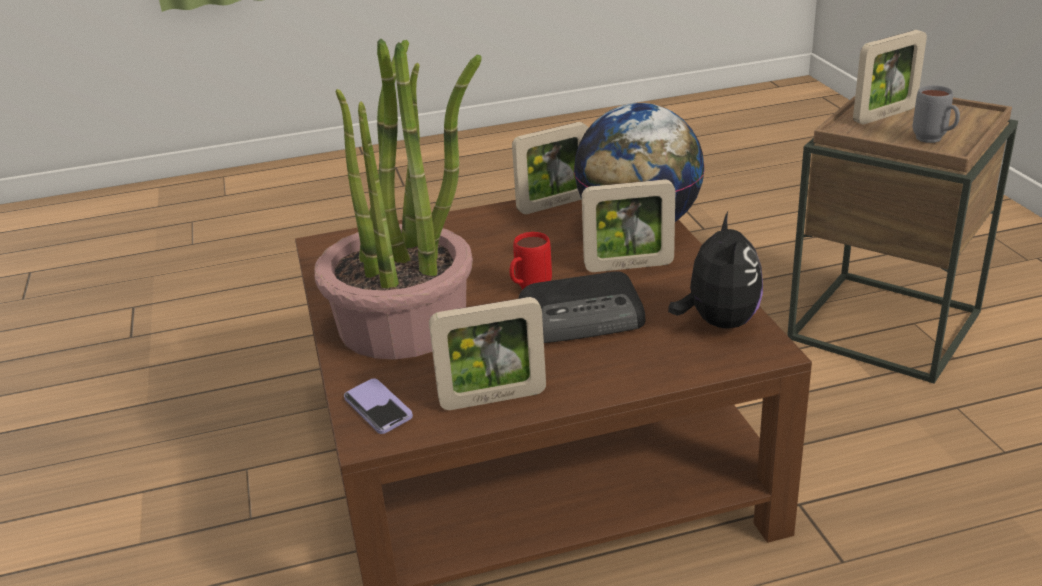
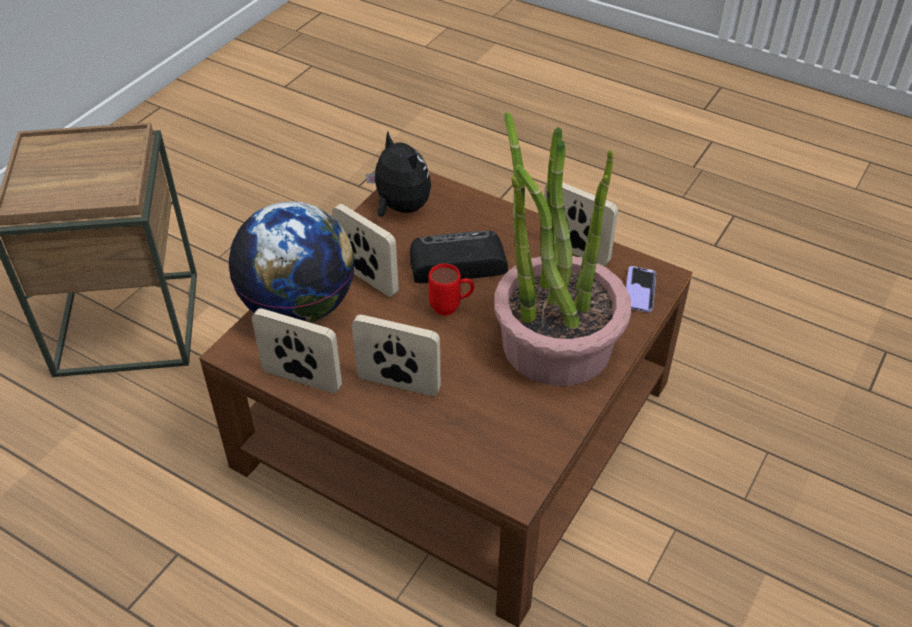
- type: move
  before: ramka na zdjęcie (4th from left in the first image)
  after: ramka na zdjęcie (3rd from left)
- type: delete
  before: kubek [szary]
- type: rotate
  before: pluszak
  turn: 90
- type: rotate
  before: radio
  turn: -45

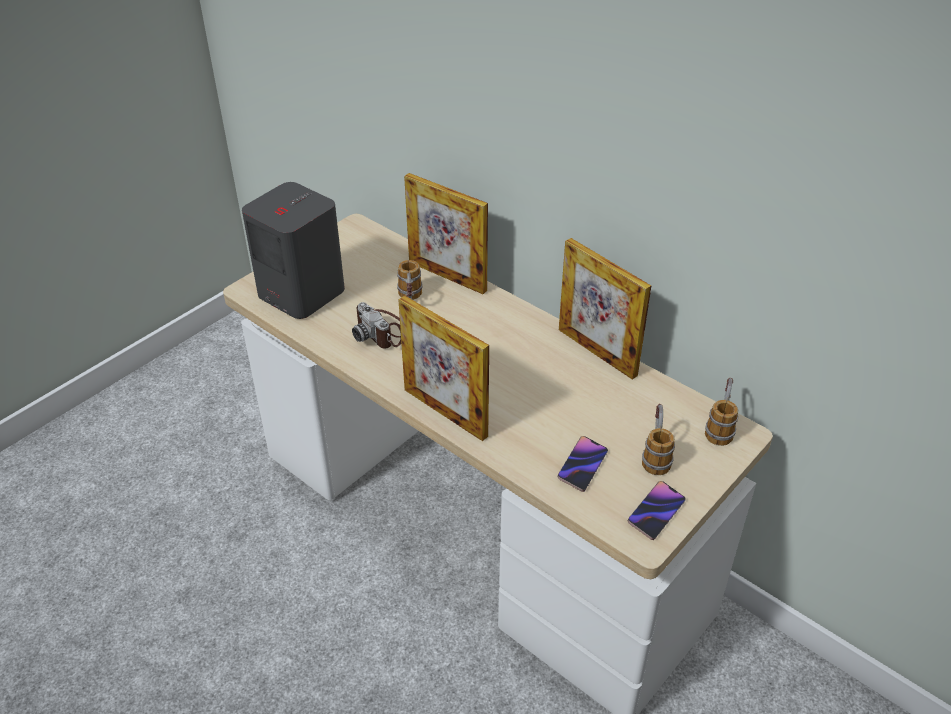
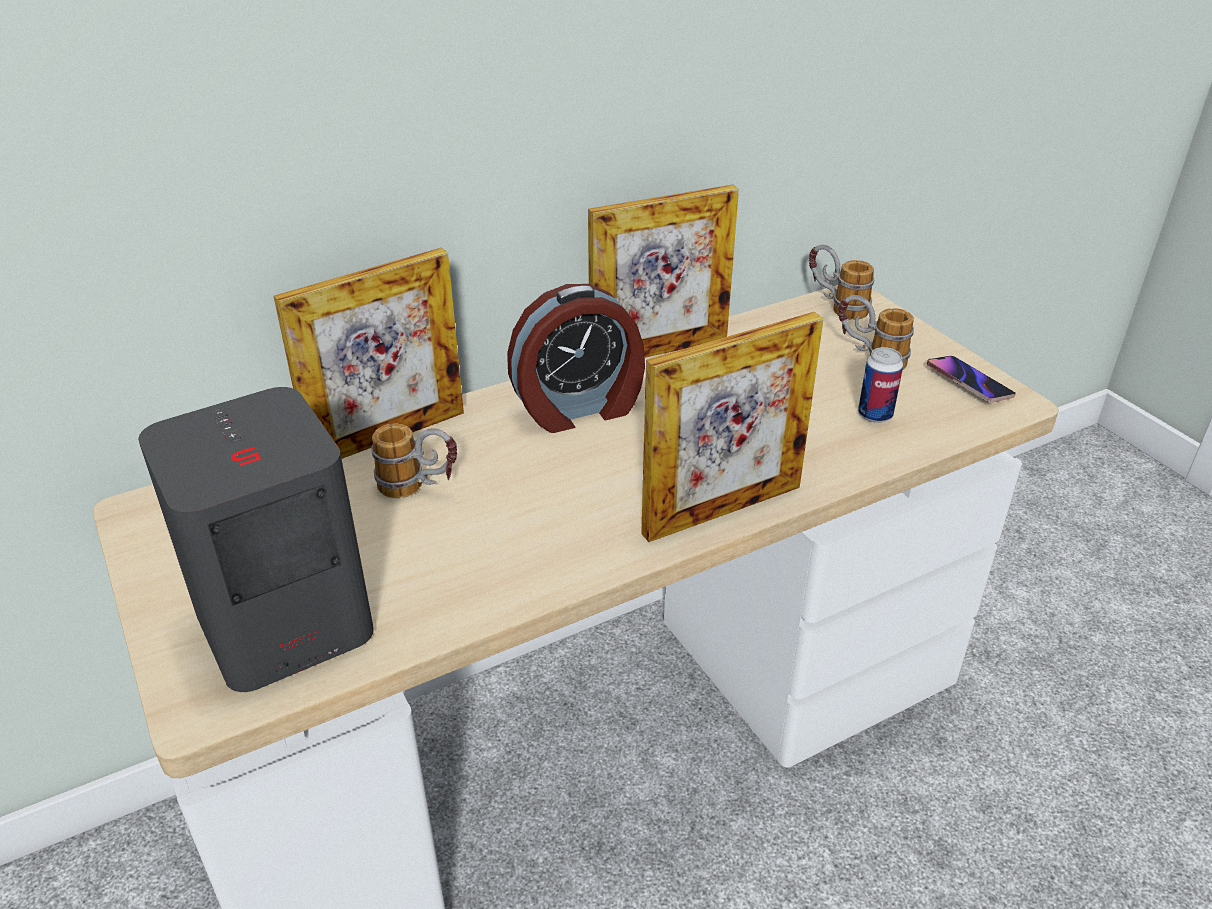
- type: delete
  before: aparat fotograficzny
- type: replace
  before: telefon (1st from left)
  after: puszka
- type: insert
  after: budzik

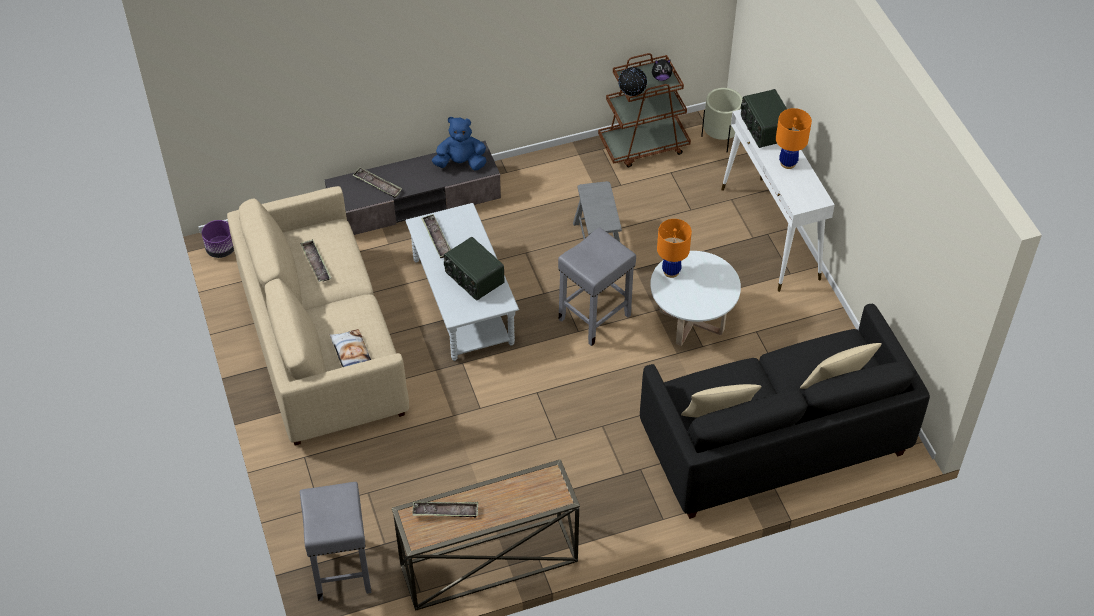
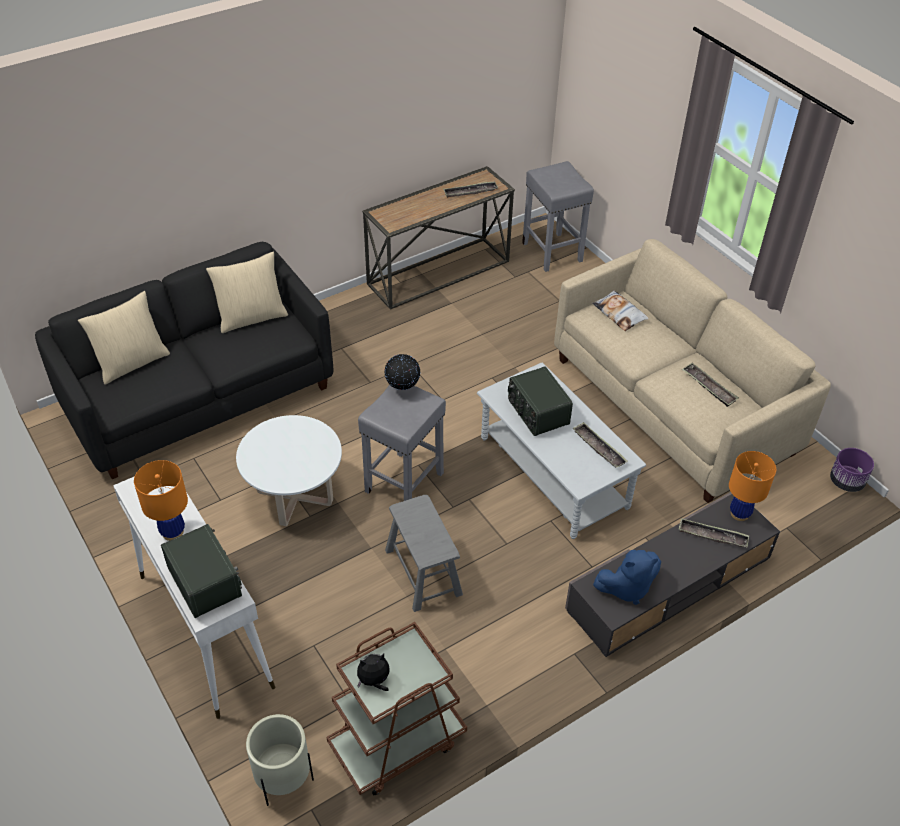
- type: move
  before: globus
- type: move
  before: lampa stołowa [pomarańczowy] (1st from left in the first image)
  after: lampa stołowa [pomarańczowy] (2nd from left)
- type: rotate
  before: radio (1st from left in the first image)
  turn: -150

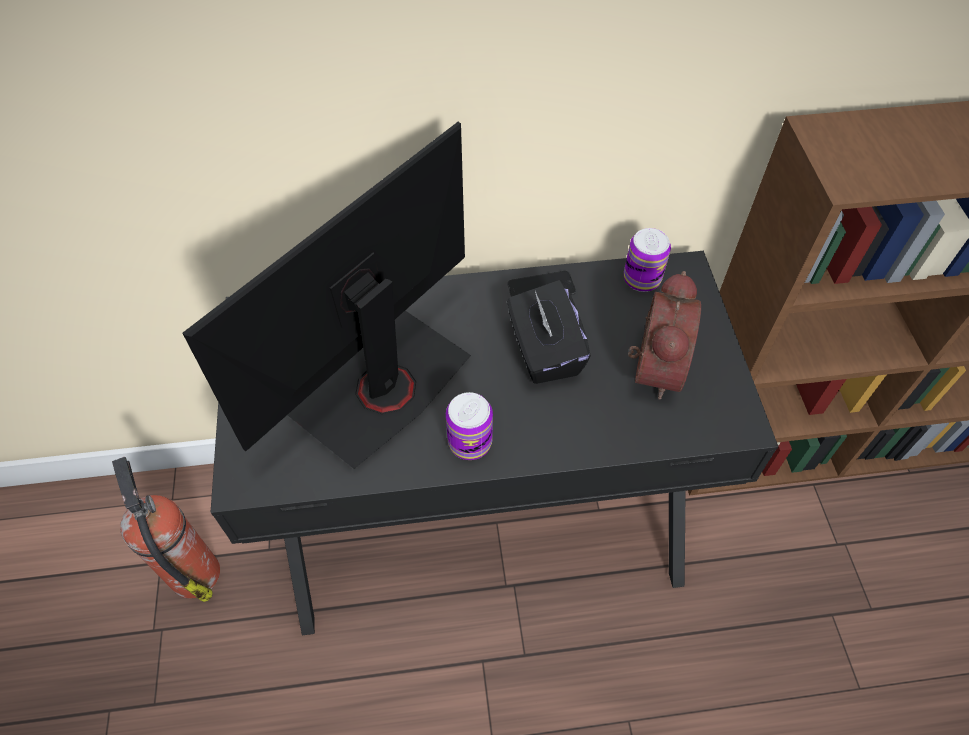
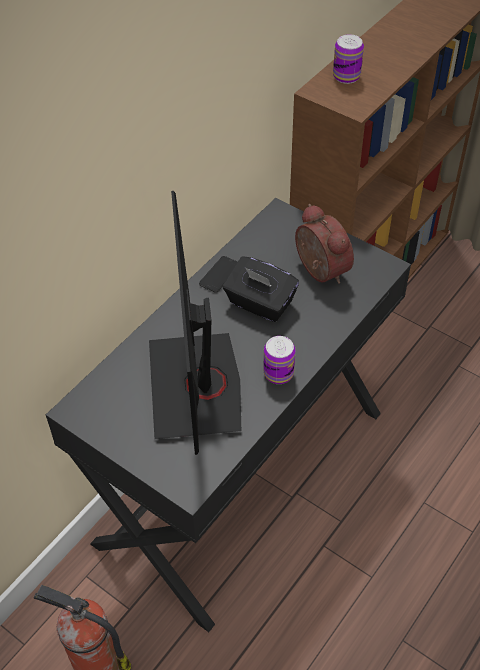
- type: move
  before: puszka (2nd from left)

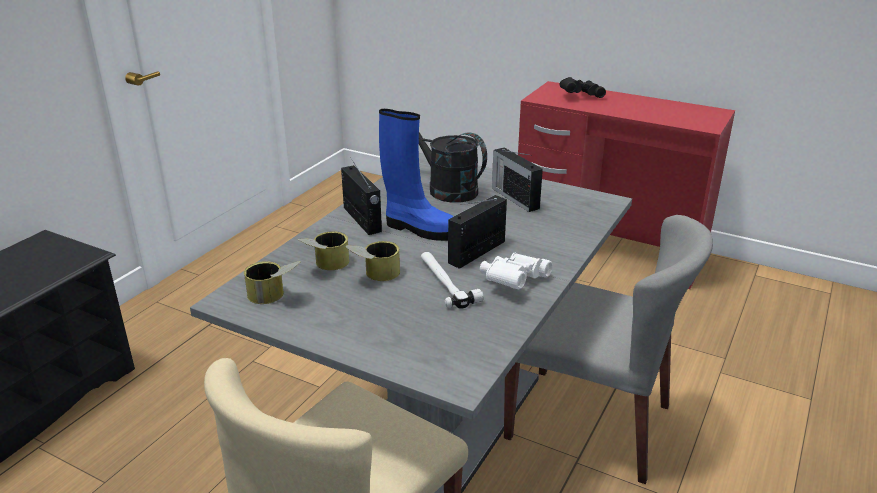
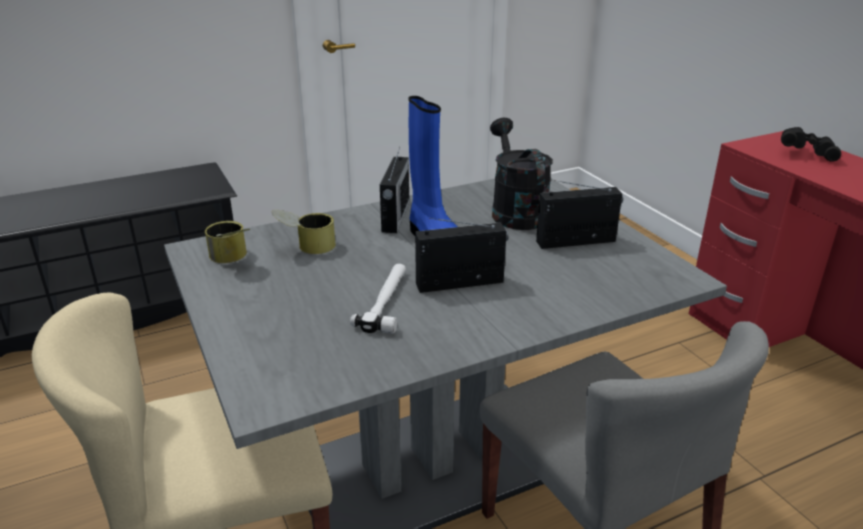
- type: rotate
  before: radio (3rd from left)
  turn: 75
- type: delete
  before: puszka (3rd from left)
- type: delete
  before: lornetka [biały]

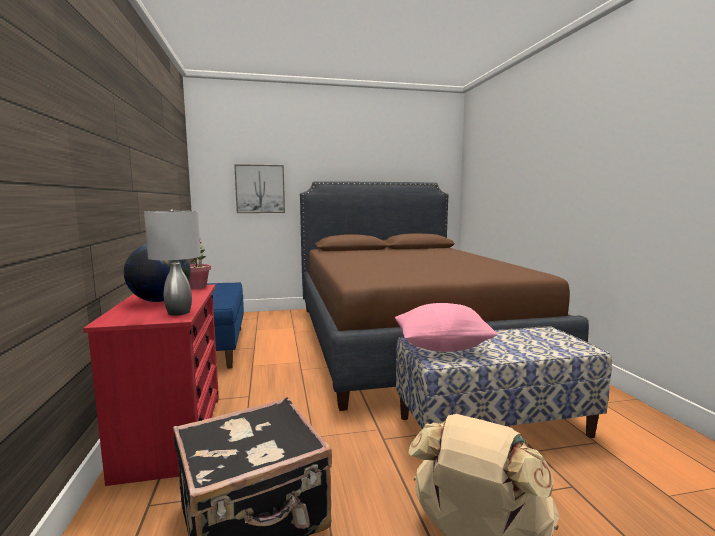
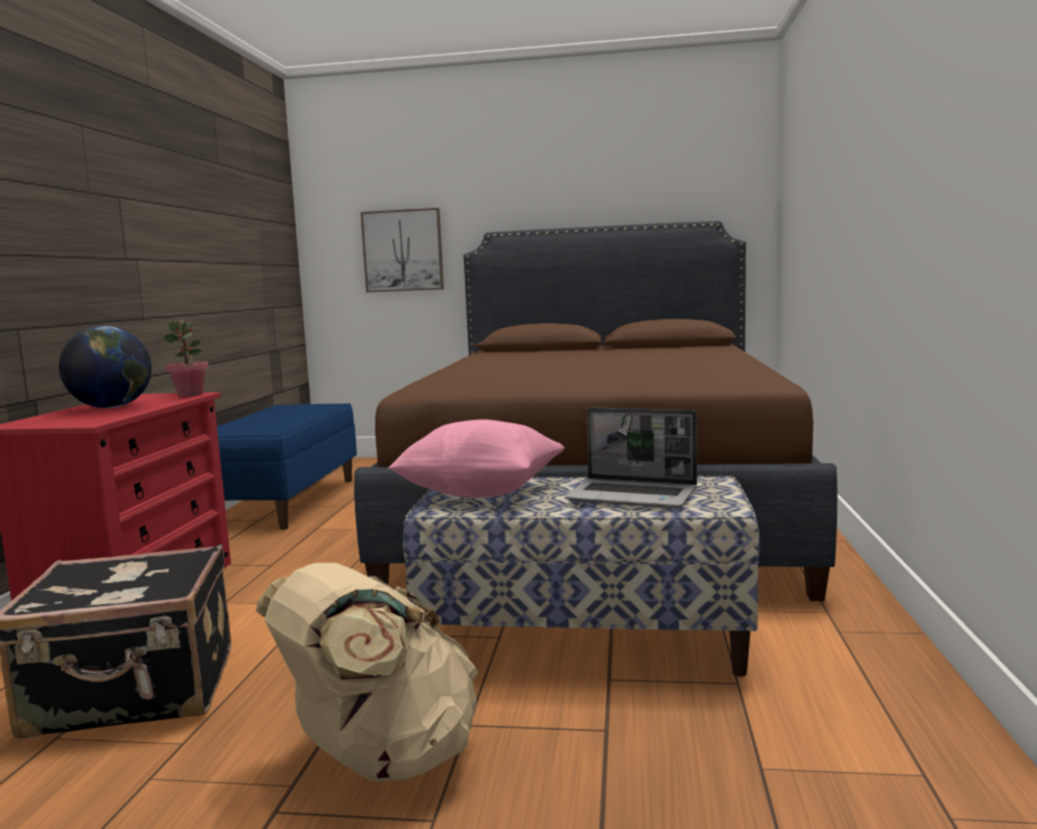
- type: delete
  before: lampa stołowa [szary]
- type: insert
  after: laptop

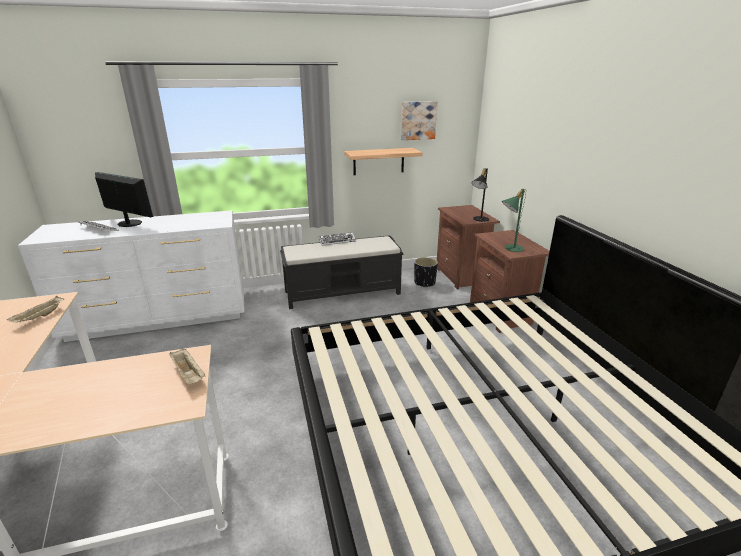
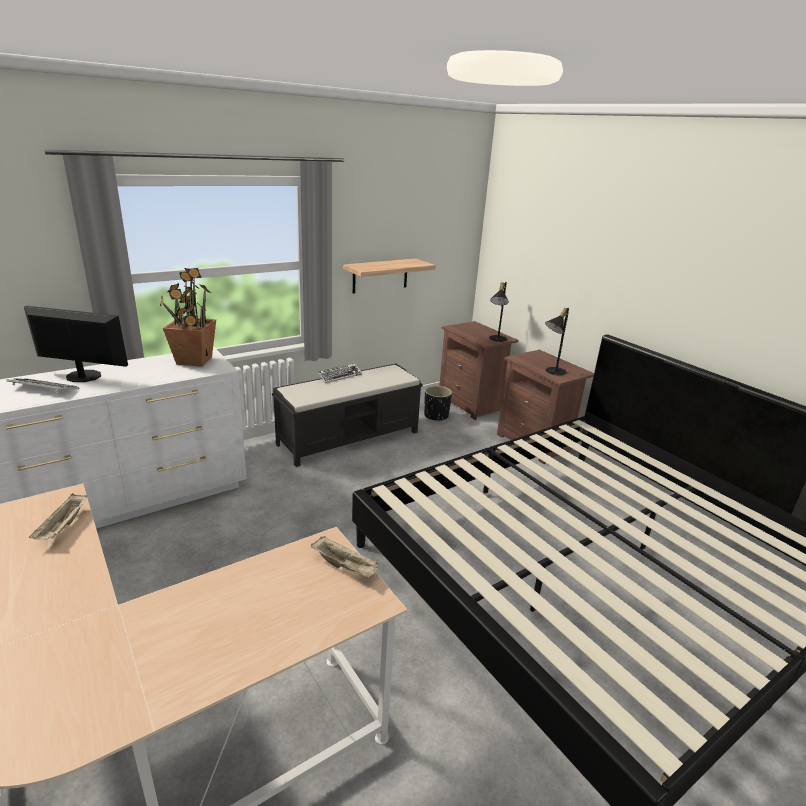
- type: delete
  before: obraz
- type: recolor
  before: lampa stołowa [zielony]
  after: lampa stołowa [czarny] (2nd from left)
- type: insert
  after: roślina doniczkowa

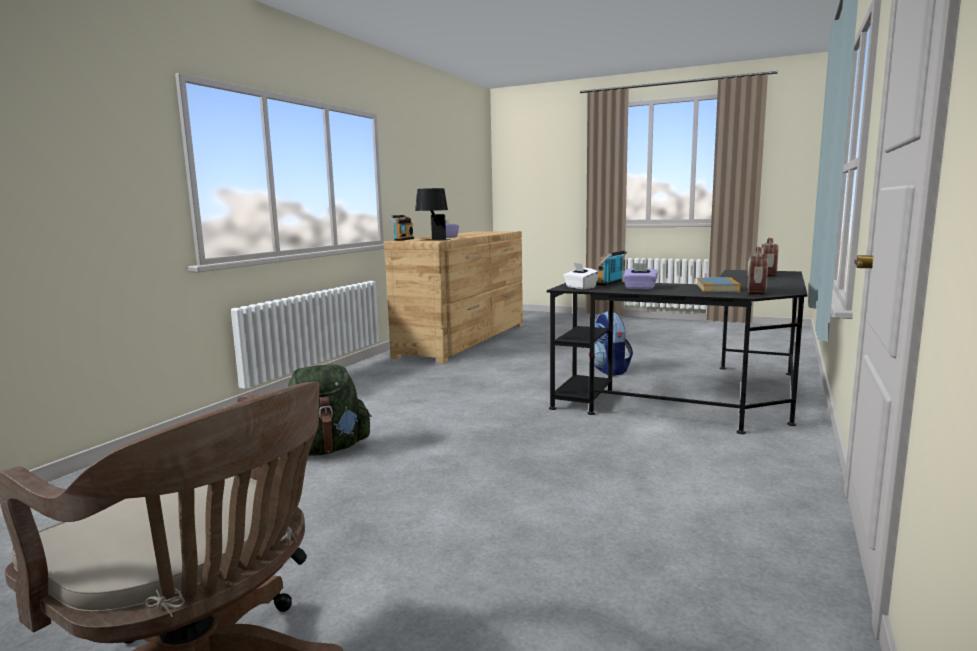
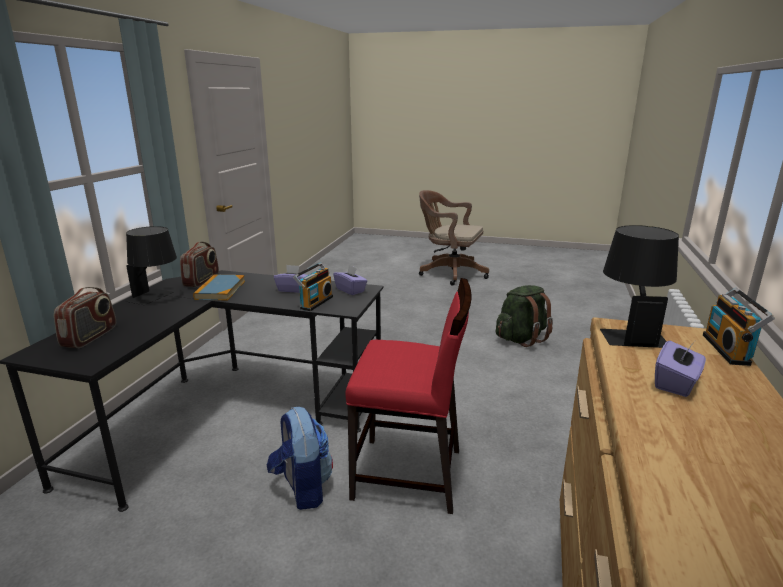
- type: recolor
  before: pudełko chusteczek [biały]
  after: pudełko chusteczek [fioletowy] (2nd from left)
- type: insert
  after: lampa stołowa [czarny] (1st from left)
- type: insert
  after: krzesło [czerwony]

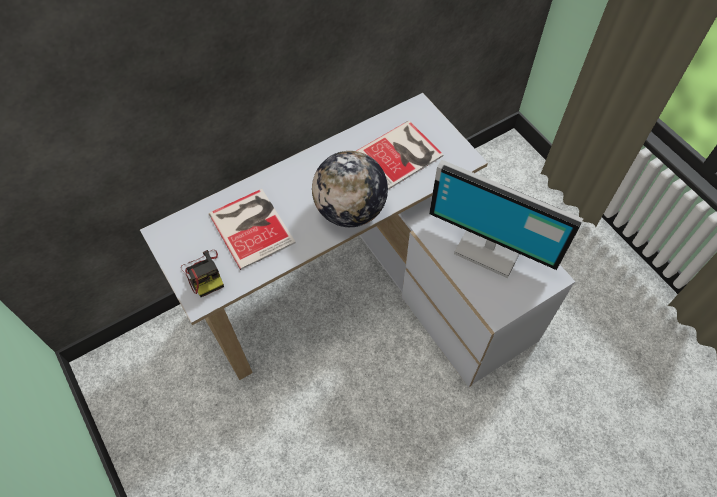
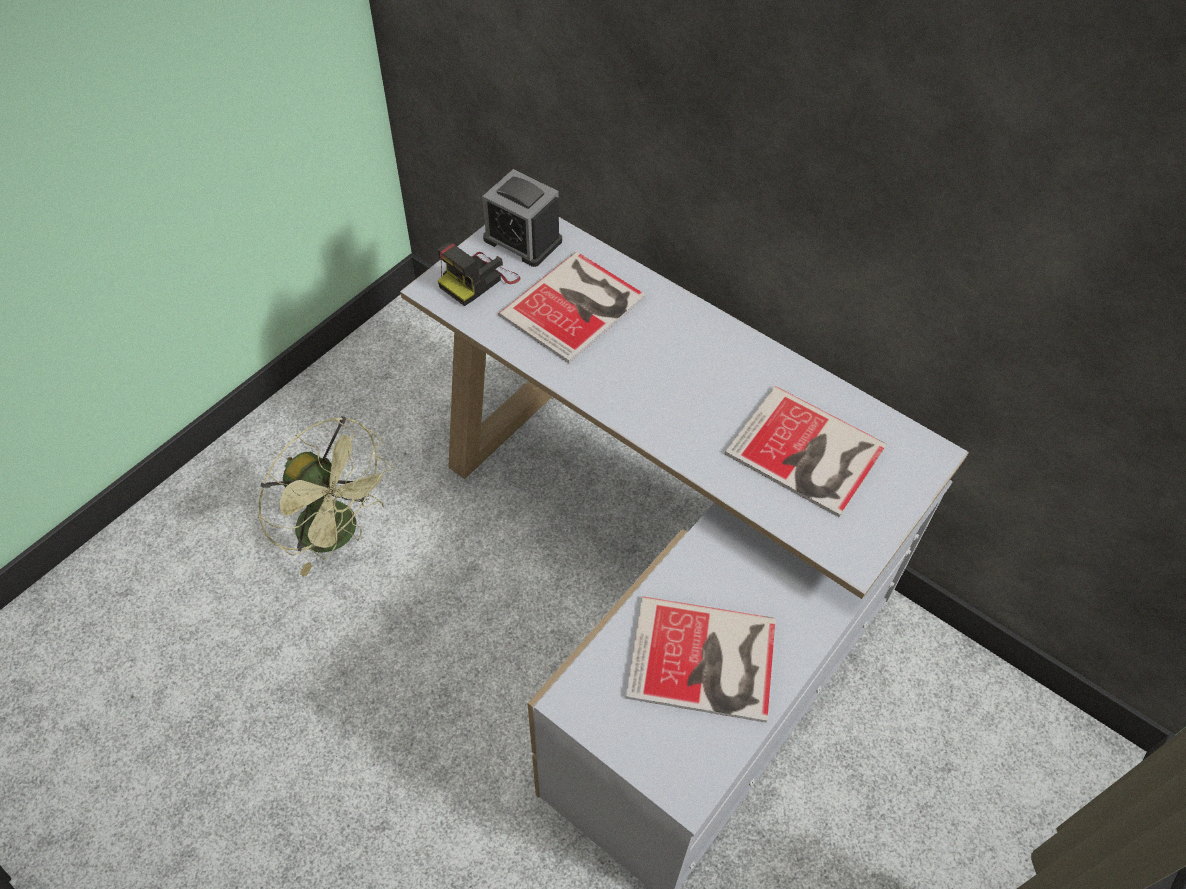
- type: delete
  before: globus
- type: replace
  before: monitor
  after: książka (2nd from left)
- type: insert
  after: budzik
- type: insert
  after: wentylator [zielony]

